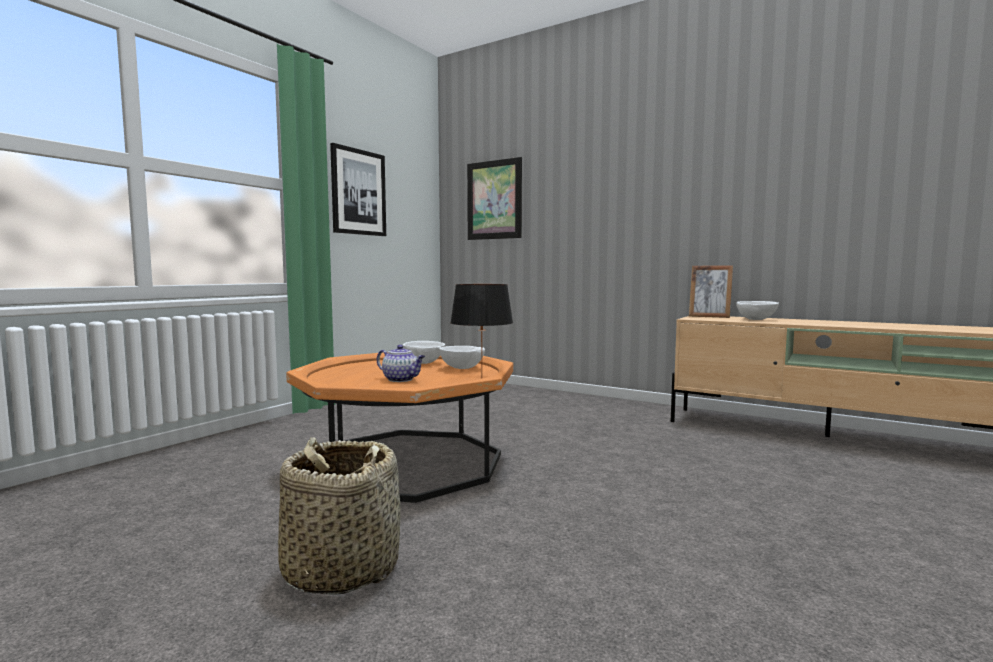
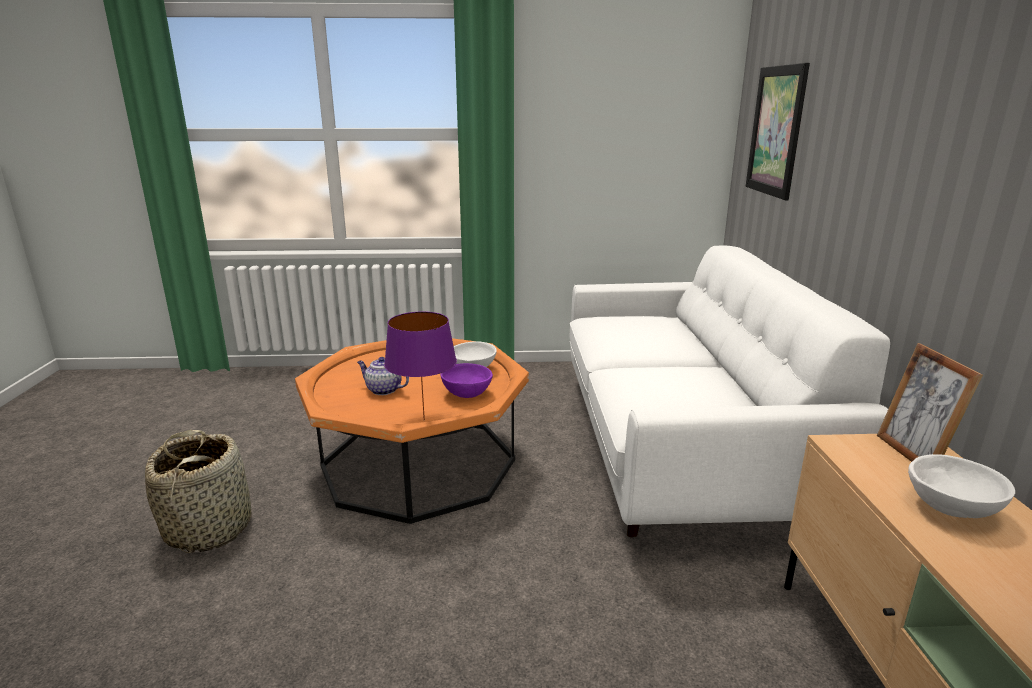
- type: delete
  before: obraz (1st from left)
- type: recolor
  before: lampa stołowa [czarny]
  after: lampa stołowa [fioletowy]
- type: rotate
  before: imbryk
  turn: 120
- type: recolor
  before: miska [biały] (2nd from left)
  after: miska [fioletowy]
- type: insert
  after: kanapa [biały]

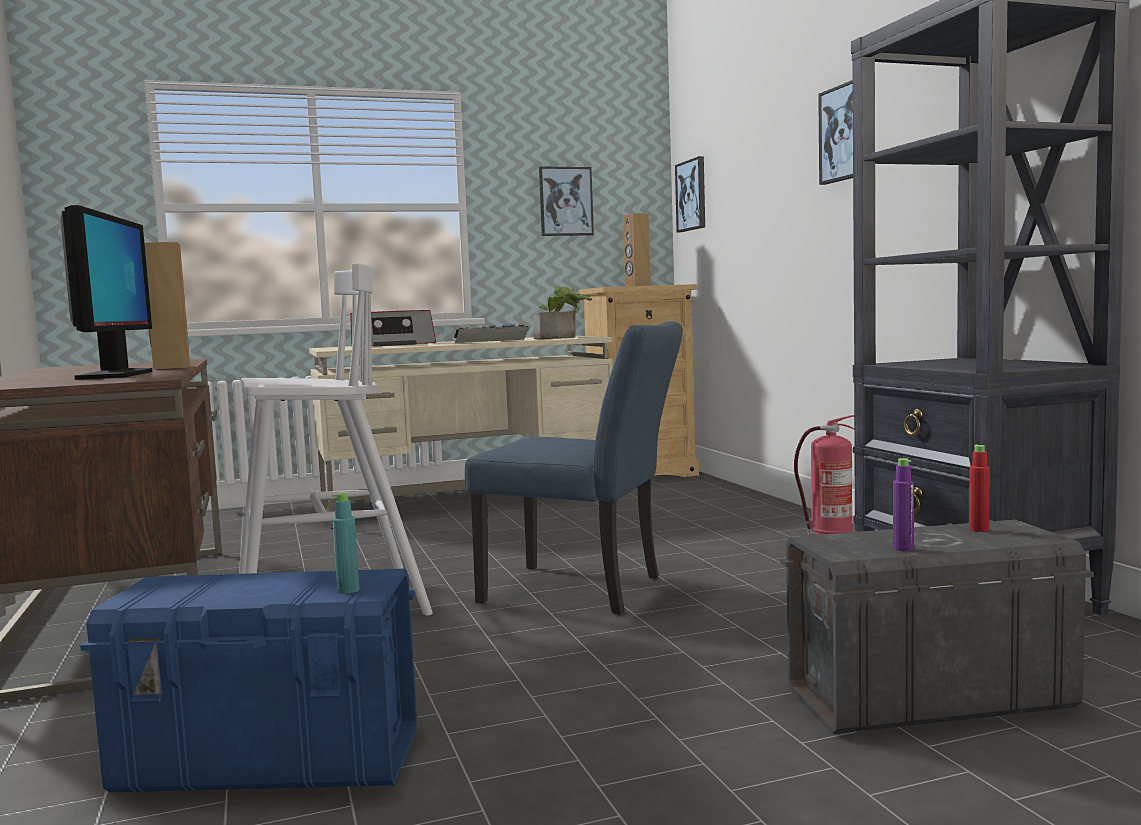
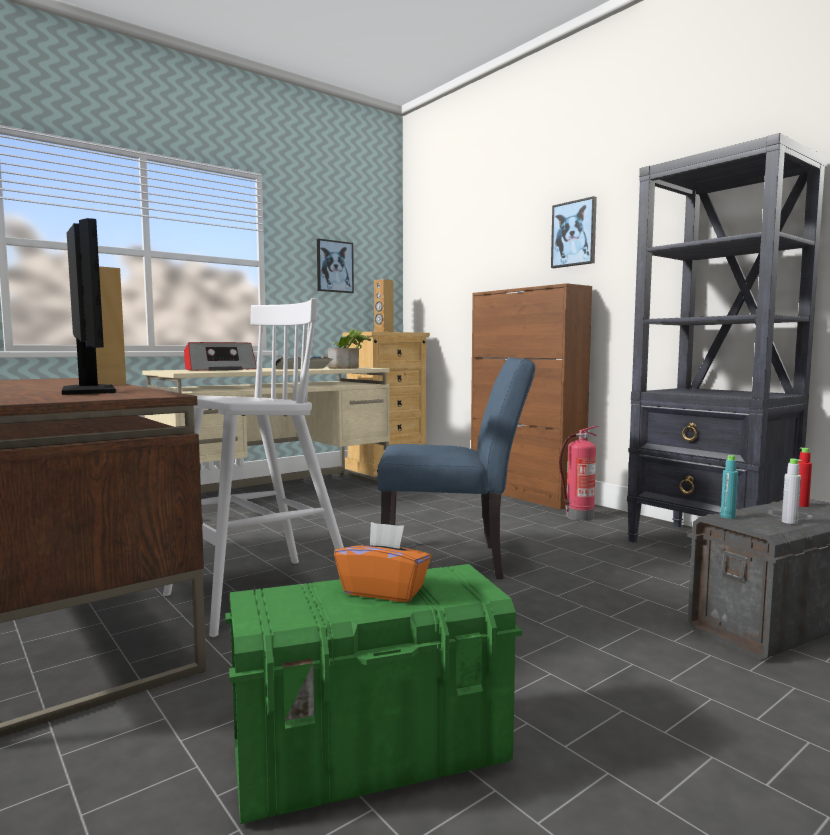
- type: delete
  before: obraz (2nd from left)
- type: recolor
  before: butelka [fioletowy]
  after: butelka [szary]
- type: move
  before: butelka [turkusowy]
- type: recolor
  before: pojemnik do przechowywania [niebieski]
  after: pojemnik do przechowywania [zielony]
- type: insert
  after: szafka [brązowy]
- type: insert
  after: pudełko chusteczek [pomarańczowy]

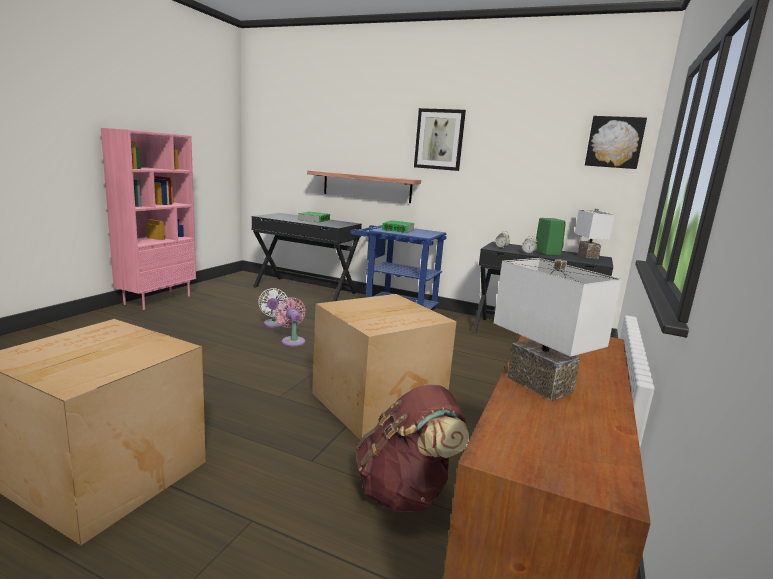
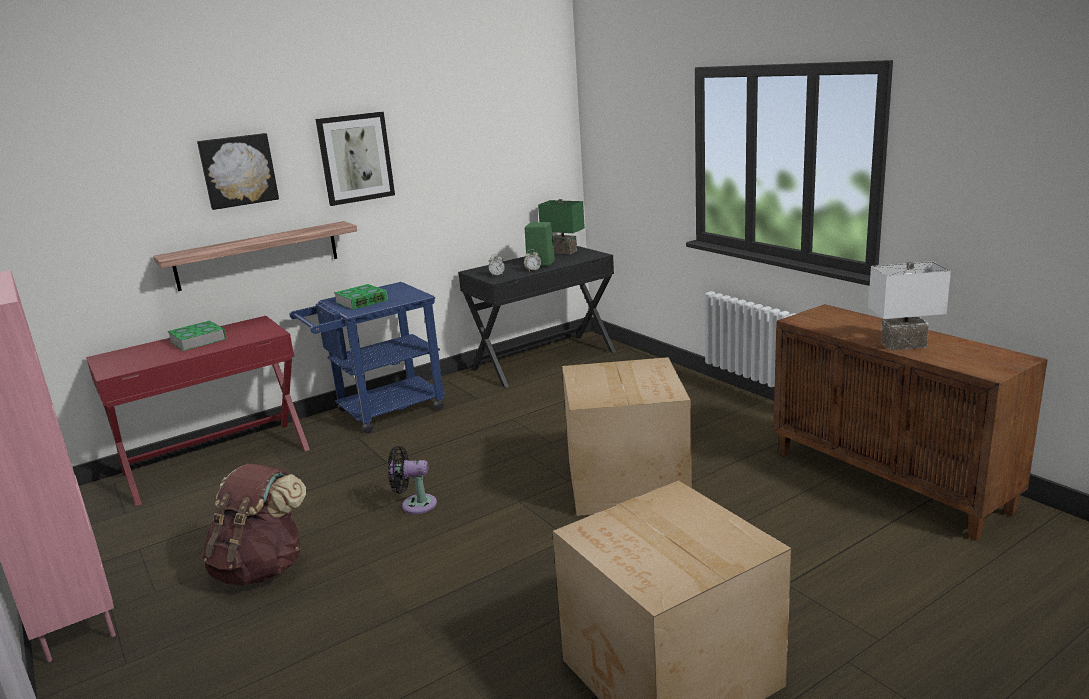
- type: move
  before: obraz (2nd from left in the first image)
  after: obraz (1st from left)
- type: recolor
  before: lampa stołowa [biały] (2nd from left)
  after: lampa stołowa [zielony]
- type: recolor
  before: biurko [czarny] (1st from left)
  after: biurko [czerwony]
- type: delete
  before: wentylator [biały]
- type: recolor
  before: wentylator [różowy]
  after: wentylator [czarny]
- type: move
  before: plecak [brązowy]

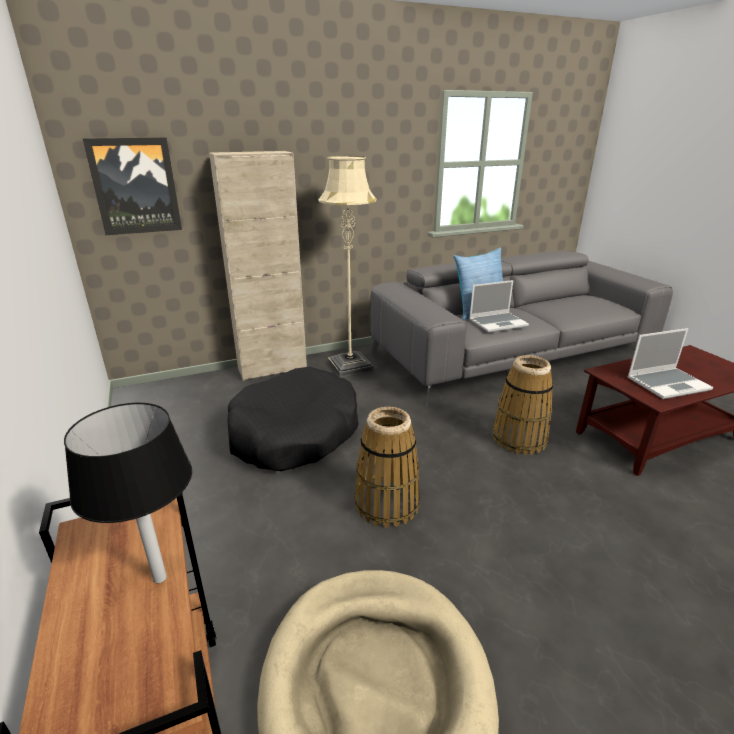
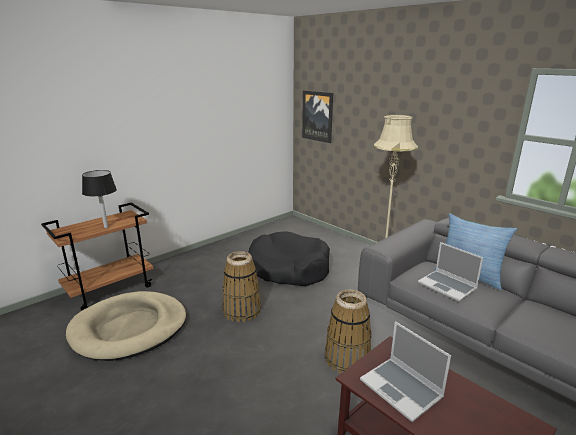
- type: delete
  before: szafka [beżowy]

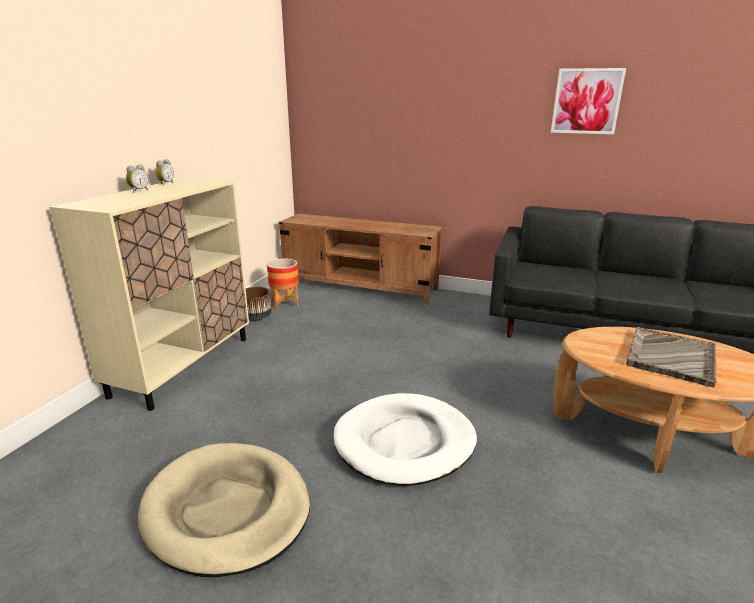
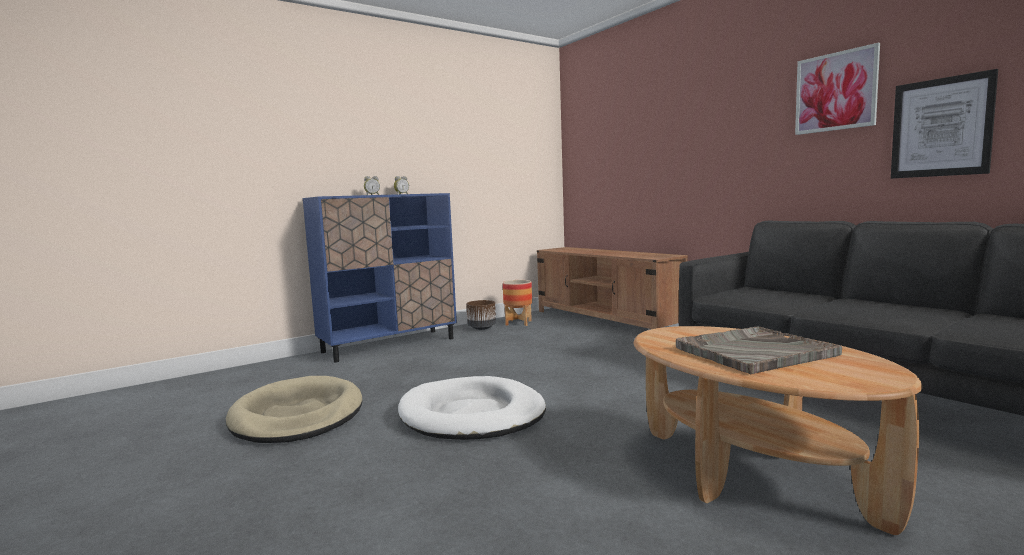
- type: recolor
  before: szafka [beżowy]
  after: szafka [niebieski]
- type: insert
  after: obraz (2nd from left)

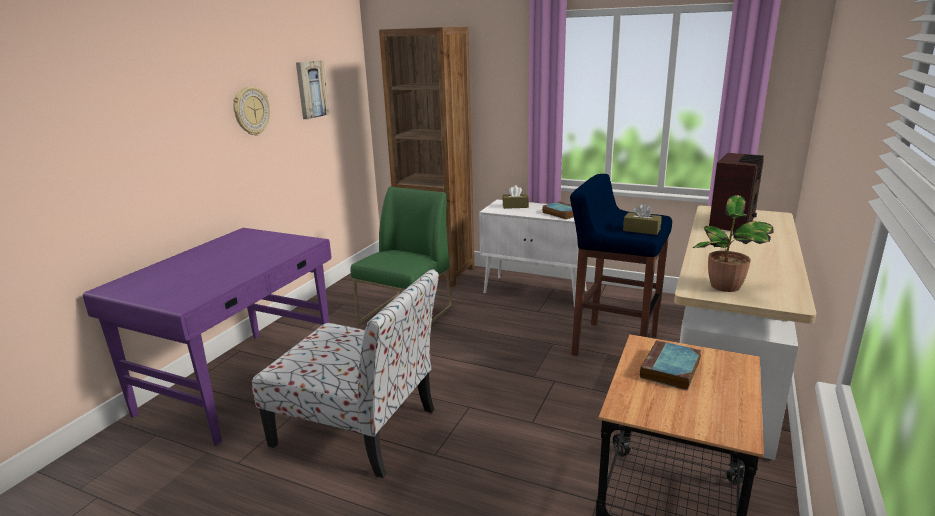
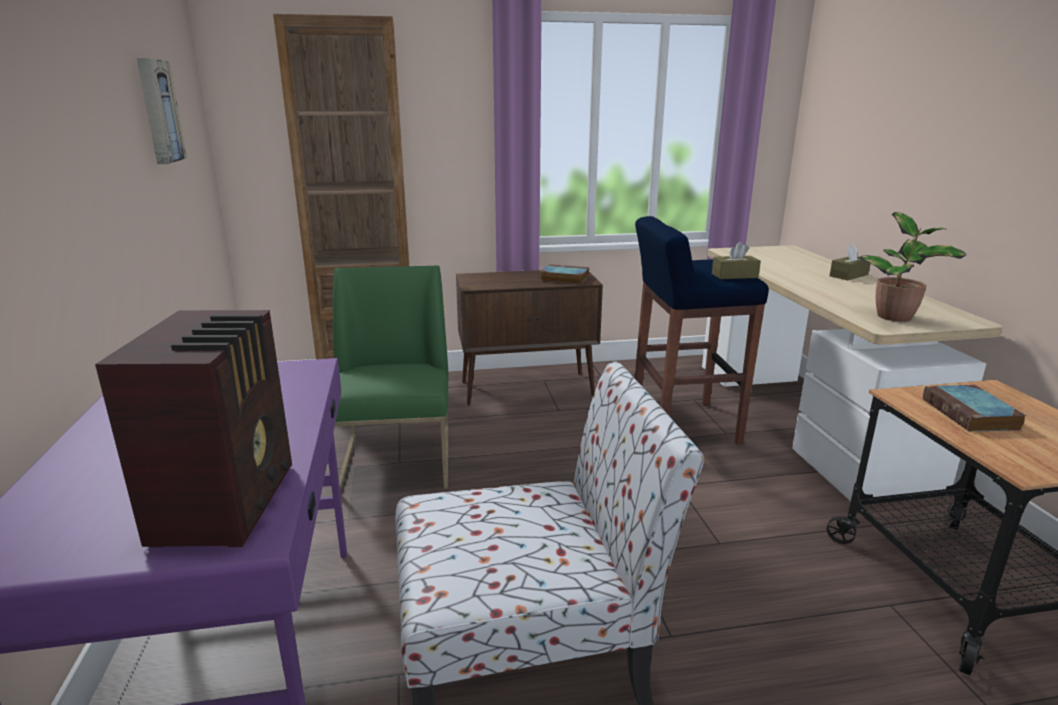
- type: delete
  before: zegar ścienny
- type: move
  before: radio
- type: move
  before: pudełko chusteczek [brązowy] (1st from left in the first image)
  after: pudełko chusteczek [brązowy] (2nd from left)
- type: recolor
  before: szafka [biały]
  after: szafka [brązowy]

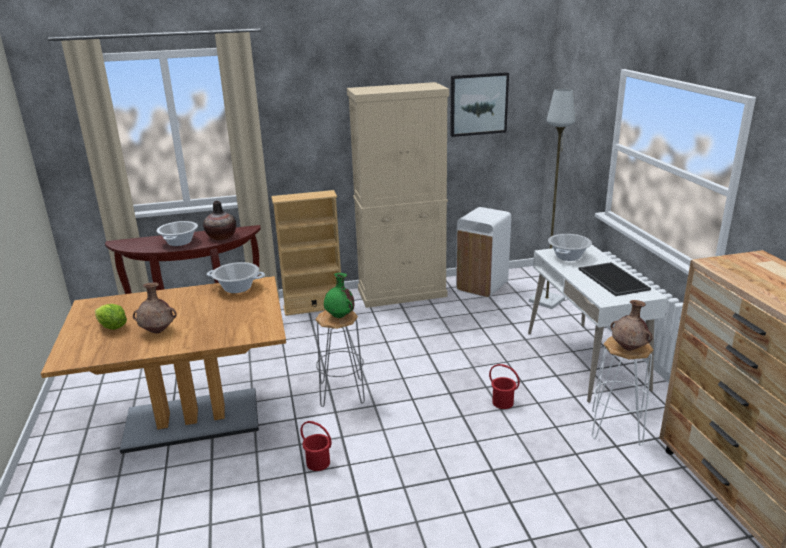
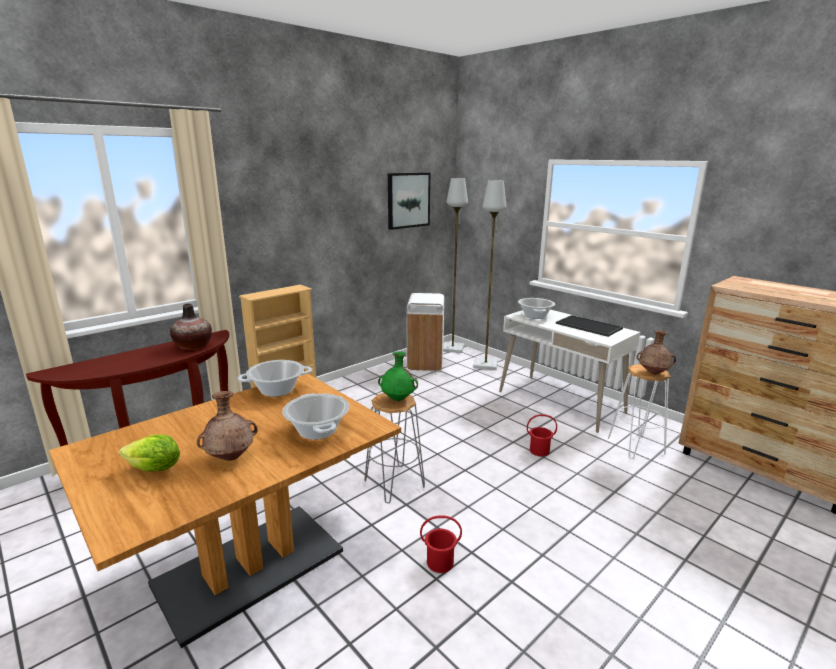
- type: delete
  before: szafka [beżowy]
- type: move
  before: garnek (1st from left in the first image)
  after: garnek (2nd from left)
- type: insert
  after: lampa stojąca [szary] (1st from left)

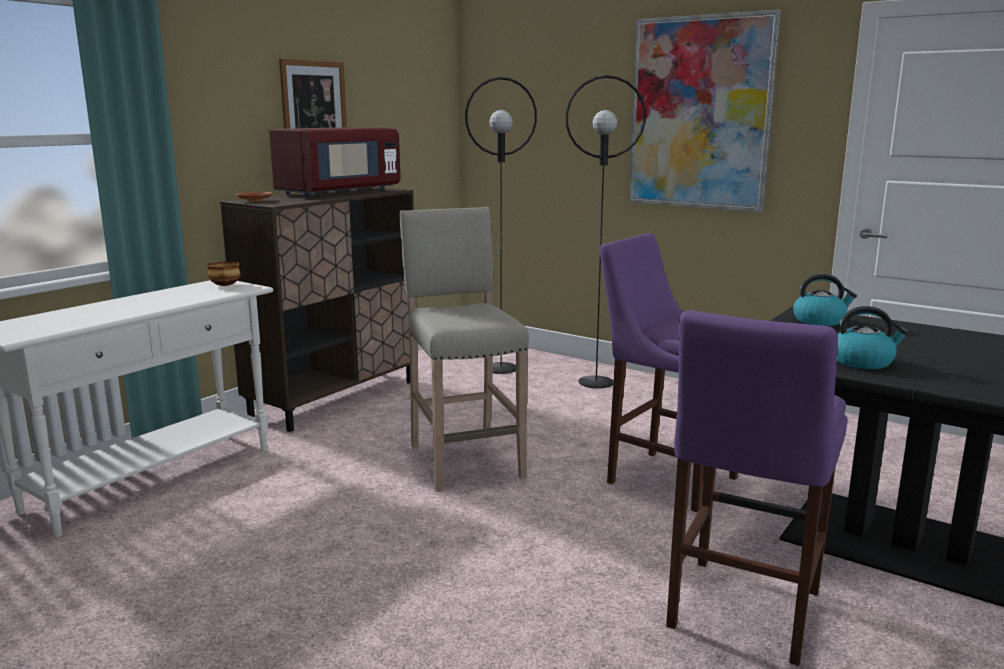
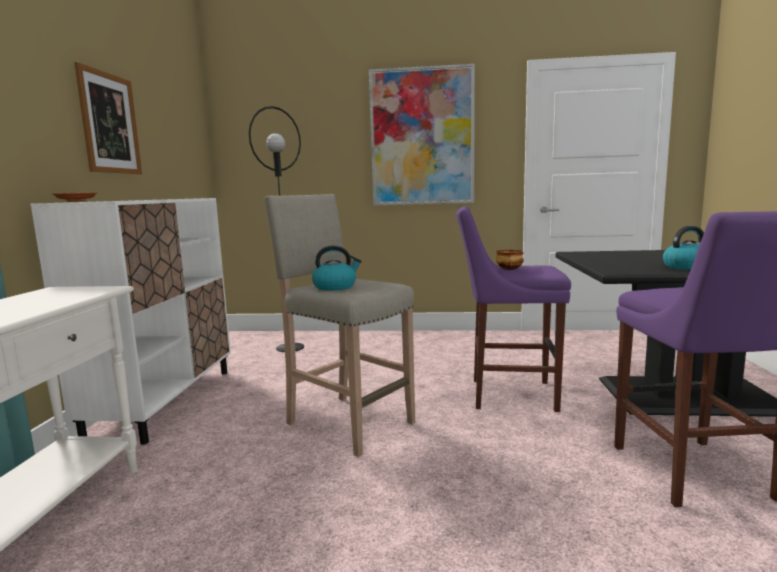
- type: delete
  before: lampa stojąca [czarny] (2nd from left)
- type: delete
  before: mikrofalówka [czerwony]
- type: recolor
  before: szafka [brązowy]
  after: szafka [biały]
- type: move
  before: miska
- type: move
  before: czajnik (1st from left)

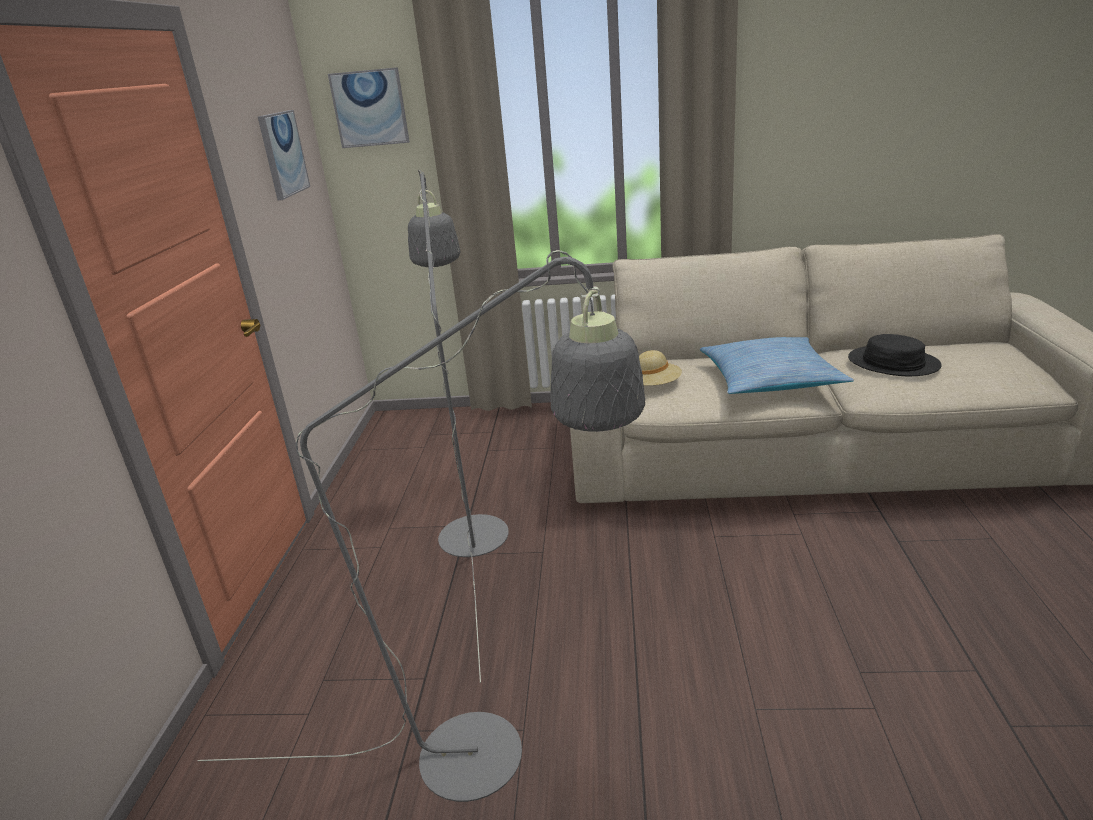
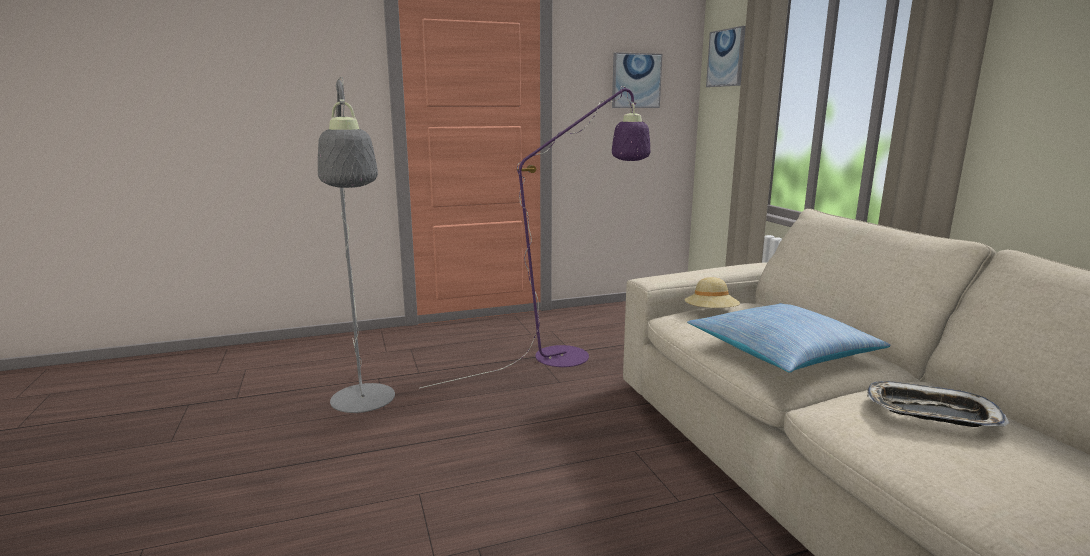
- type: recolor
  before: lampa stojąca [szary] (2nd from left)
  after: lampa stojąca [fioletowy]
- type: replace
  before: kapelusz [czarny]
  after: taca

